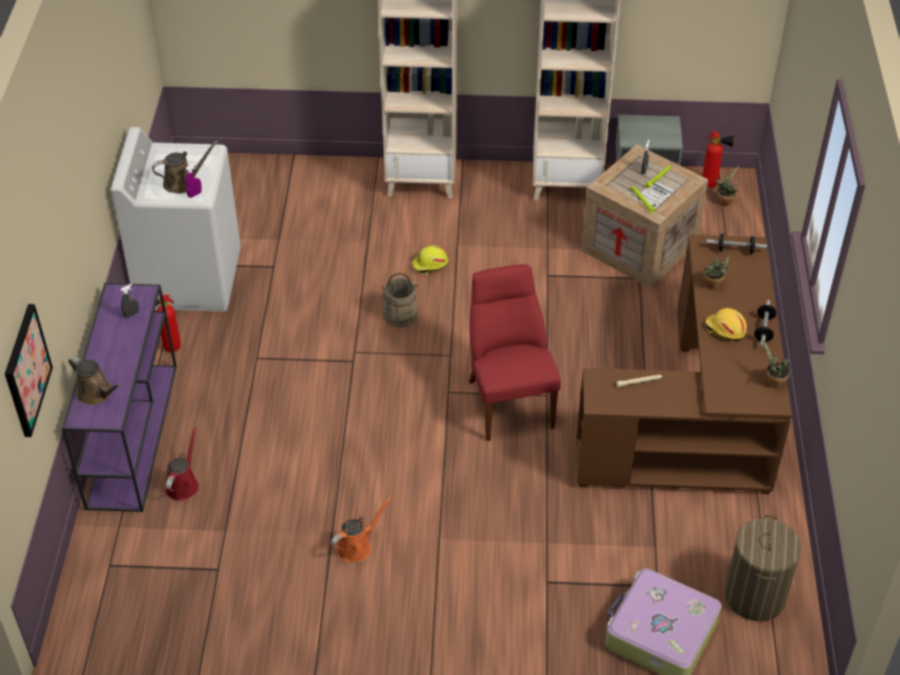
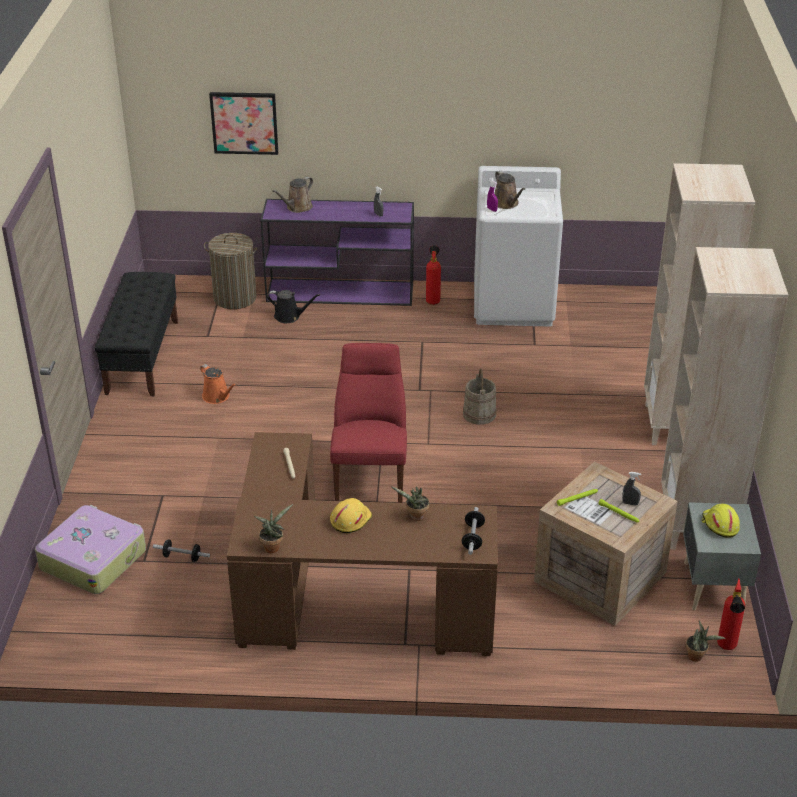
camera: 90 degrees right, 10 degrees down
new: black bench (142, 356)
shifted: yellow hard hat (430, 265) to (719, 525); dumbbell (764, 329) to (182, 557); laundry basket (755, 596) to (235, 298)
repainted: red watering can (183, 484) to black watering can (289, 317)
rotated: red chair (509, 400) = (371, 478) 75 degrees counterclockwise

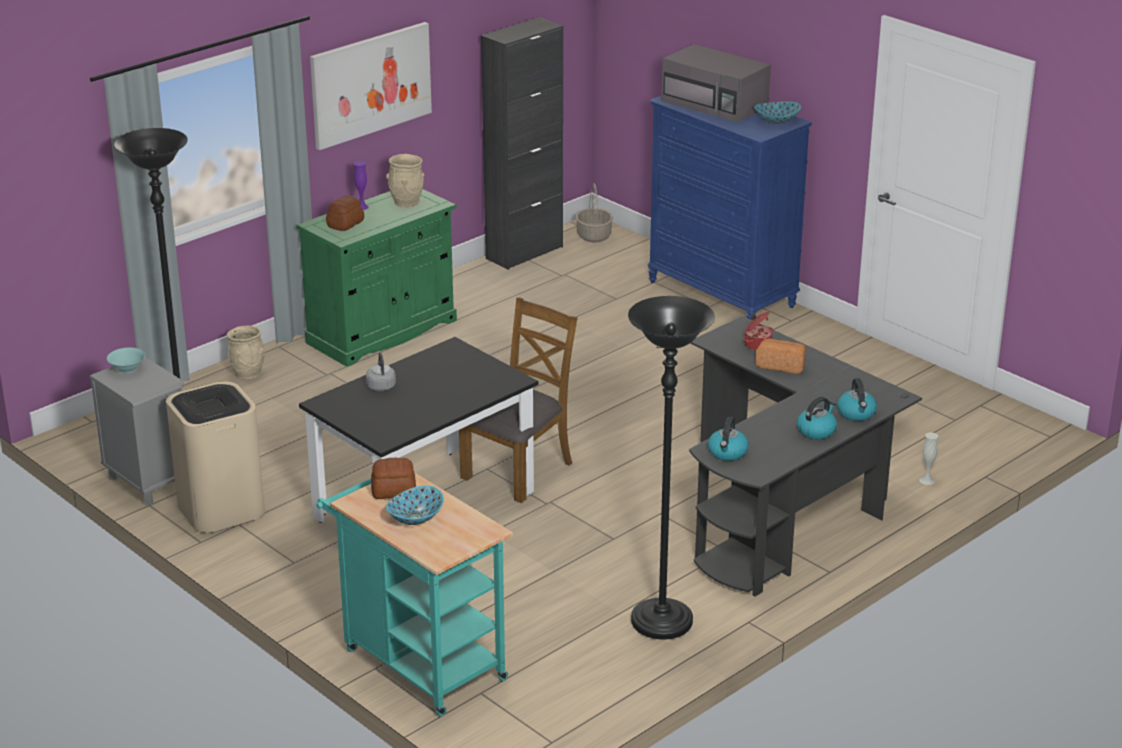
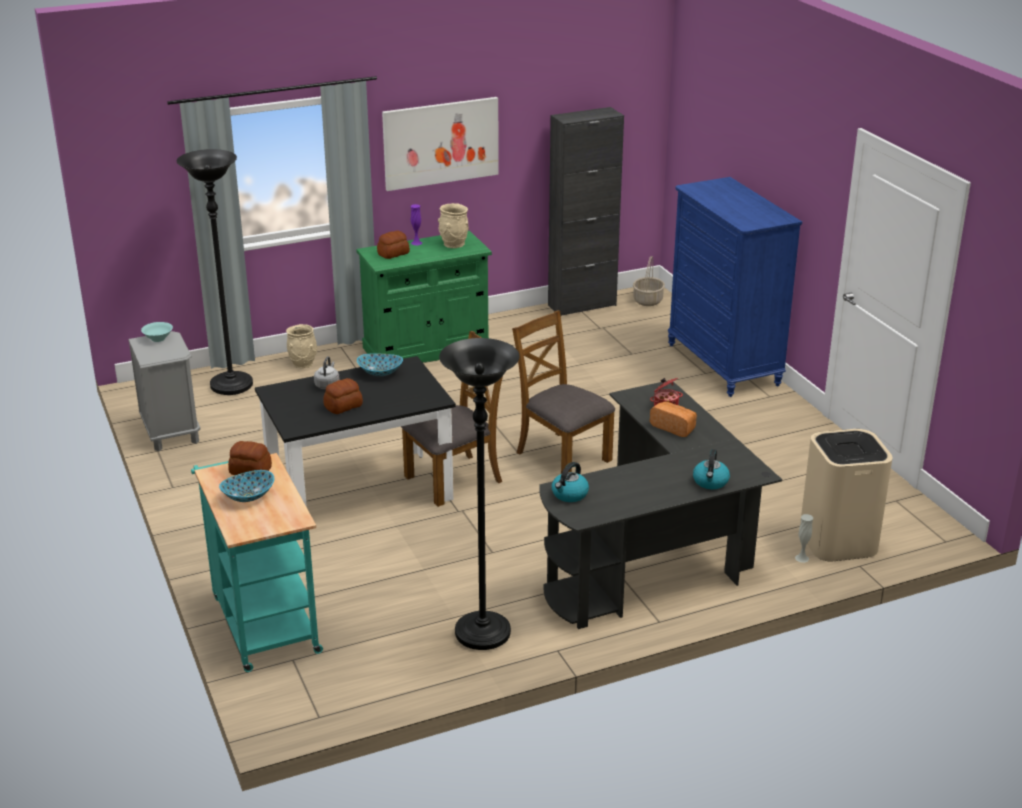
camera: 20 degrees right, 0 degrees up
gone: grey microwave (716, 104); kettle (816, 431)
new: brown chair (562, 456); bread (344, 406)
shifted: bowl (776, 121) to (380, 372); beige trash can (220, 509) to (837, 541)

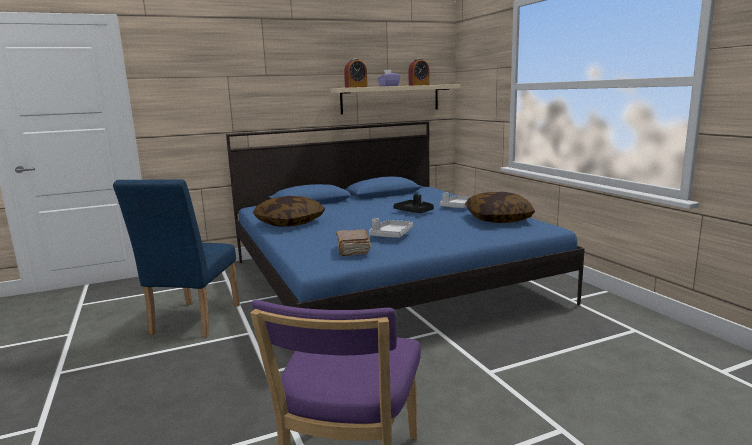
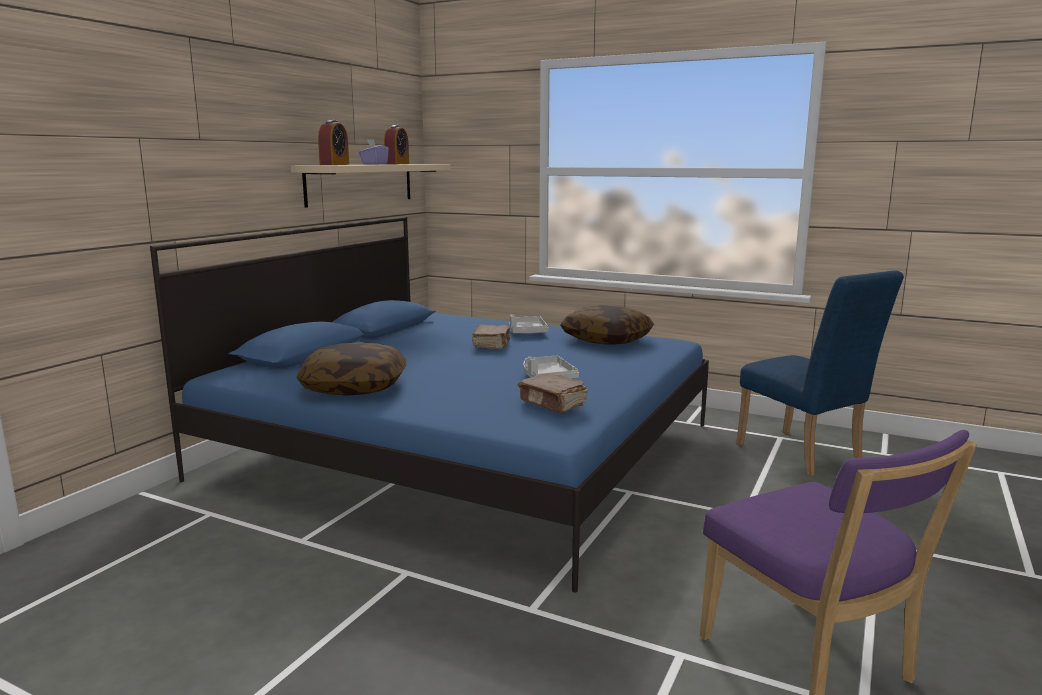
camera: 40 degrees left, 0 degrees up
shifted: blue chair (191, 322) to (804, 455)
swapped: black tray (414, 211) to brown book (492, 345)

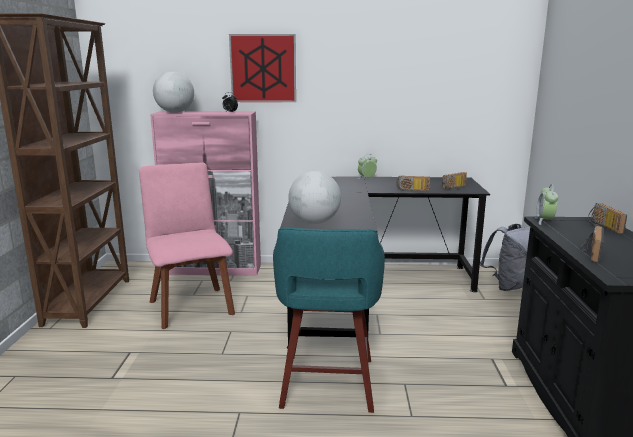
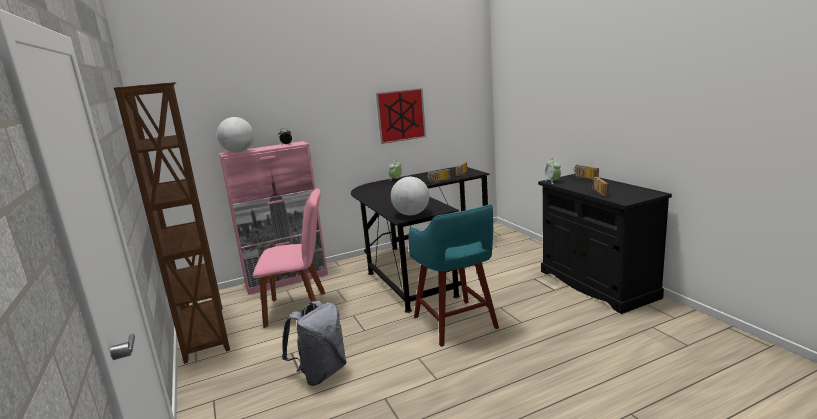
camera: 25 degrees left, 0 degrees up
shifted: picture (263, 68) to (401, 115); grey backpack (509, 286) to (321, 373)
rotated: pink chair (191, 305) = (300, 309) 135 degrees clockwise

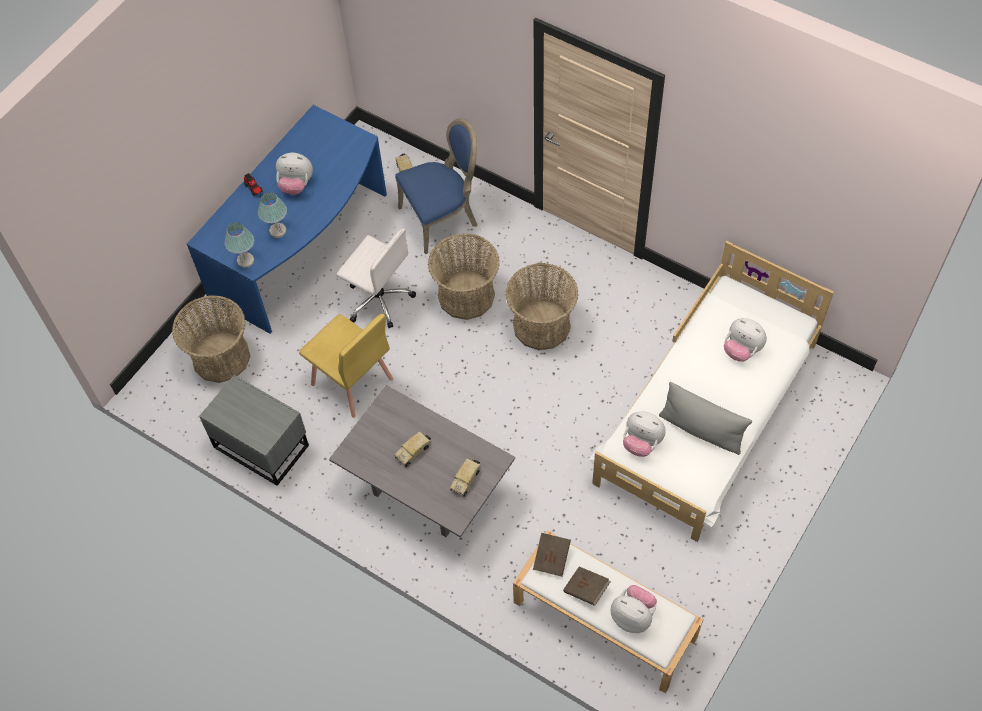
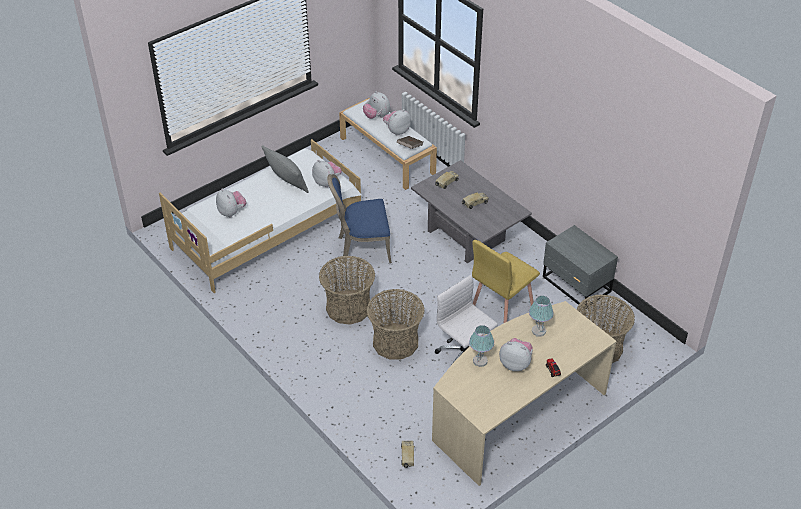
camera: 165 degrees left, 15 degrees down
shifted: blue chair (442, 218) to (362, 248); table lamp (245, 261) to (480, 361)
swapped: brown book (586, 590) to plush toy (397, 131)
repainted: blue desk (304, 248) to beige desk (516, 413)
rotated: yellow chair (352, 382) = (501, 306) 105 degrees counterclockwise

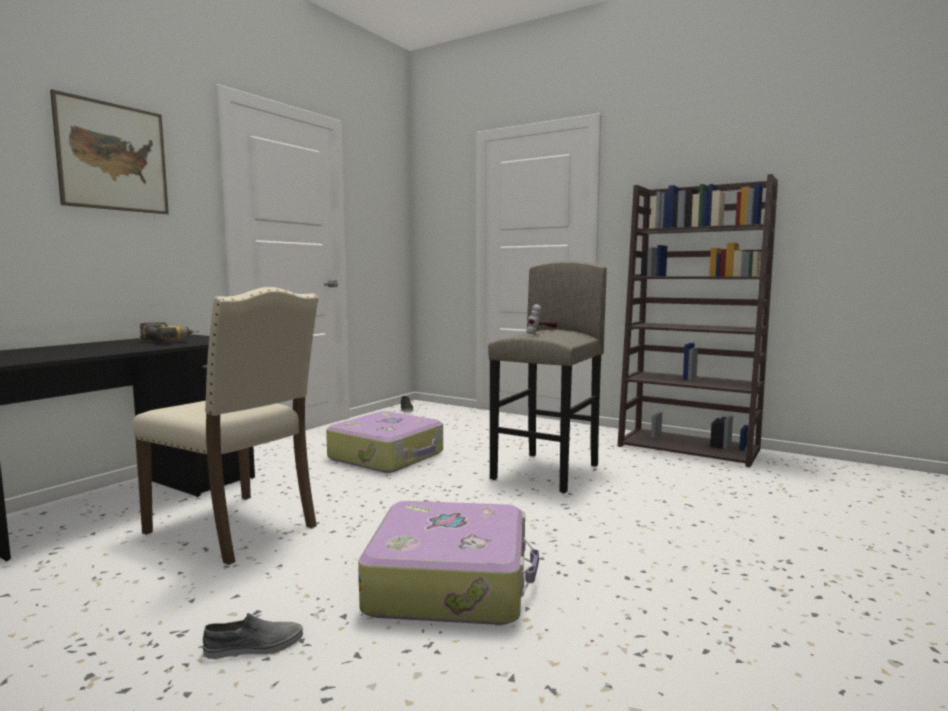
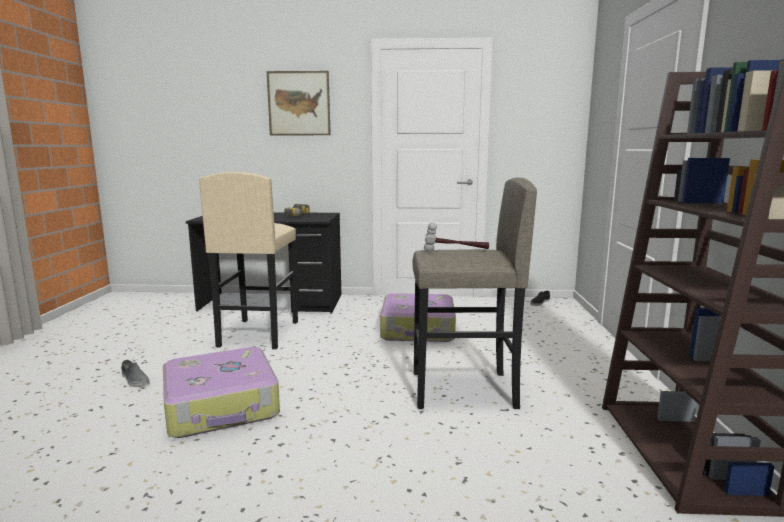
camera: 60 degrees right, 5 degrees up
swapped: beige chair (237, 529) to beige stool (258, 334)

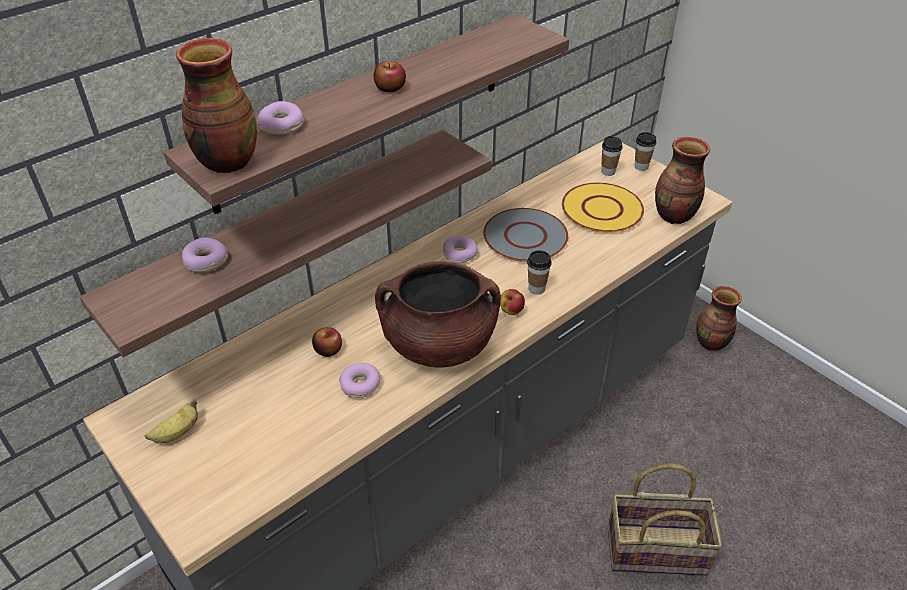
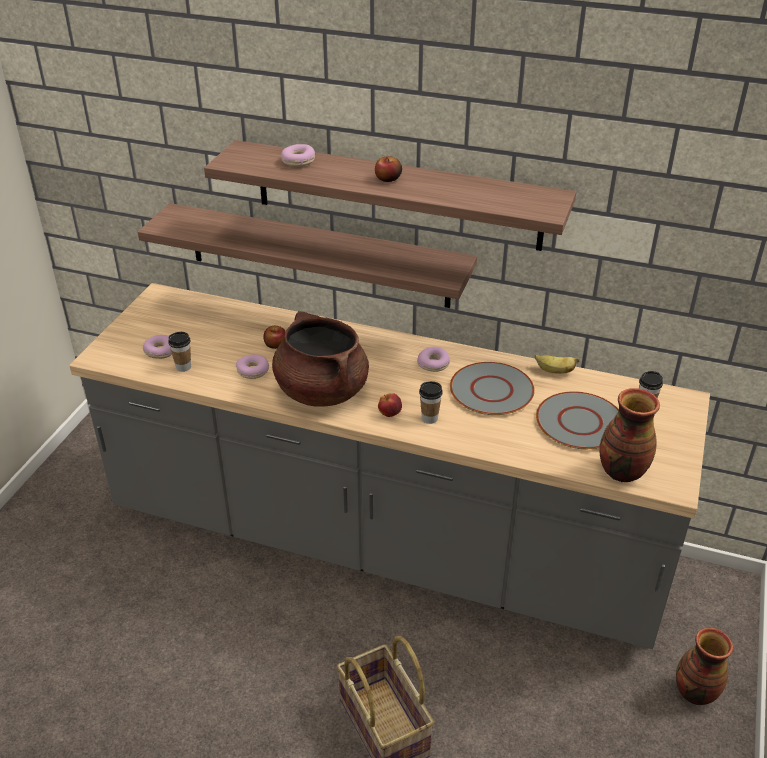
camera: 60 degrees right, 5 degrees down
gone: vase (226, 162)
shifted: cup (641, 166) to (183, 367); donut (205, 261) to (160, 351); banana (177, 433) to (554, 371)
repainted: yellow plate (602, 209) to grey plate (580, 422)

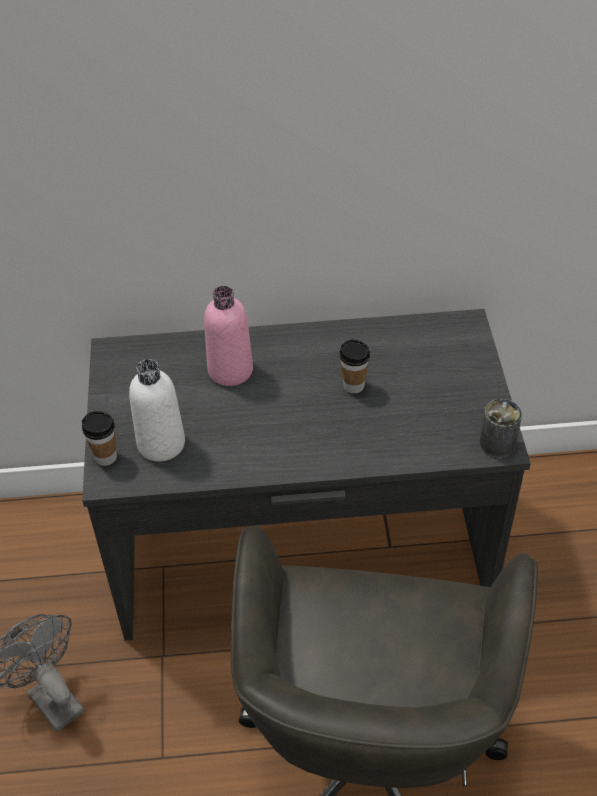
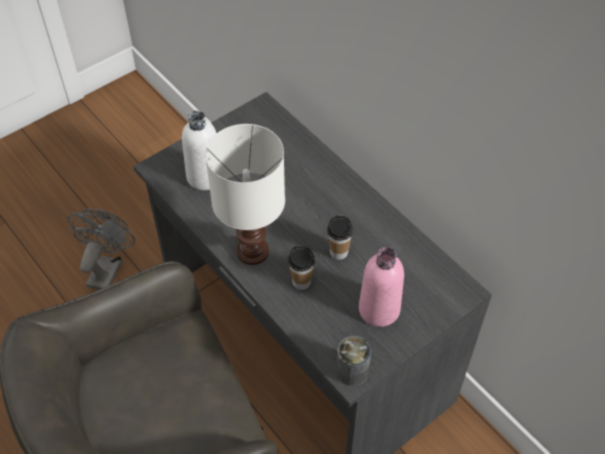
camera: 55 degrees right, 5 degrees up
new: white table lamp (253, 250)
shifted: pink bottle (230, 370) to (379, 309); cup (105, 457) to (301, 282)

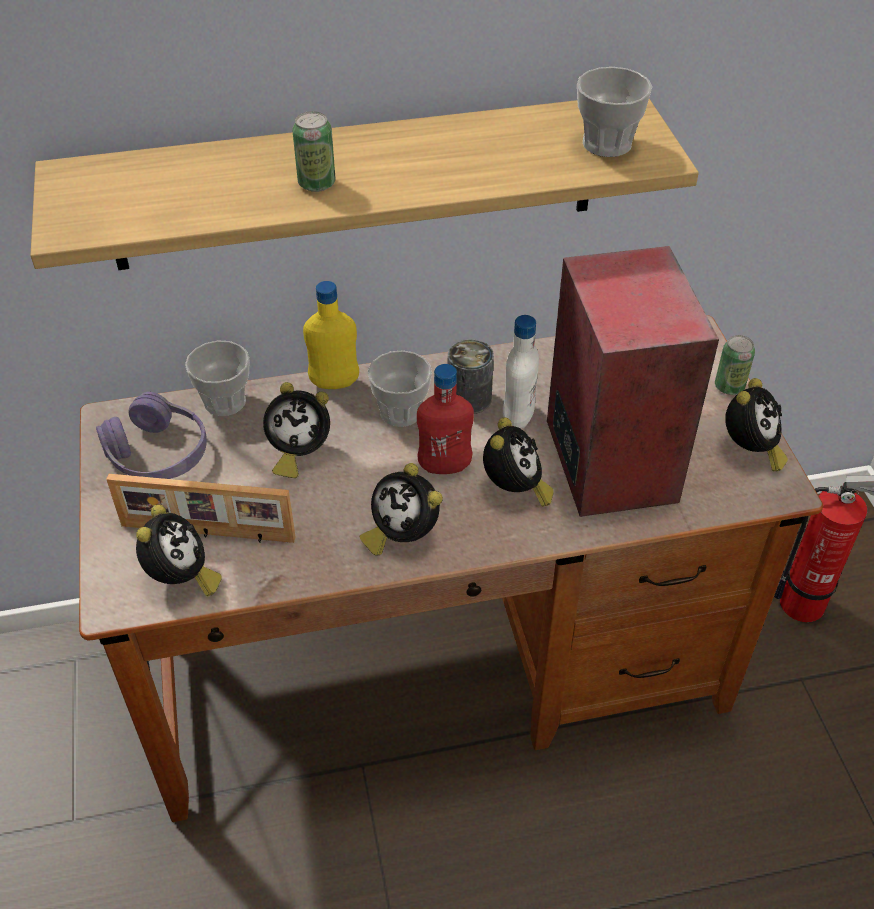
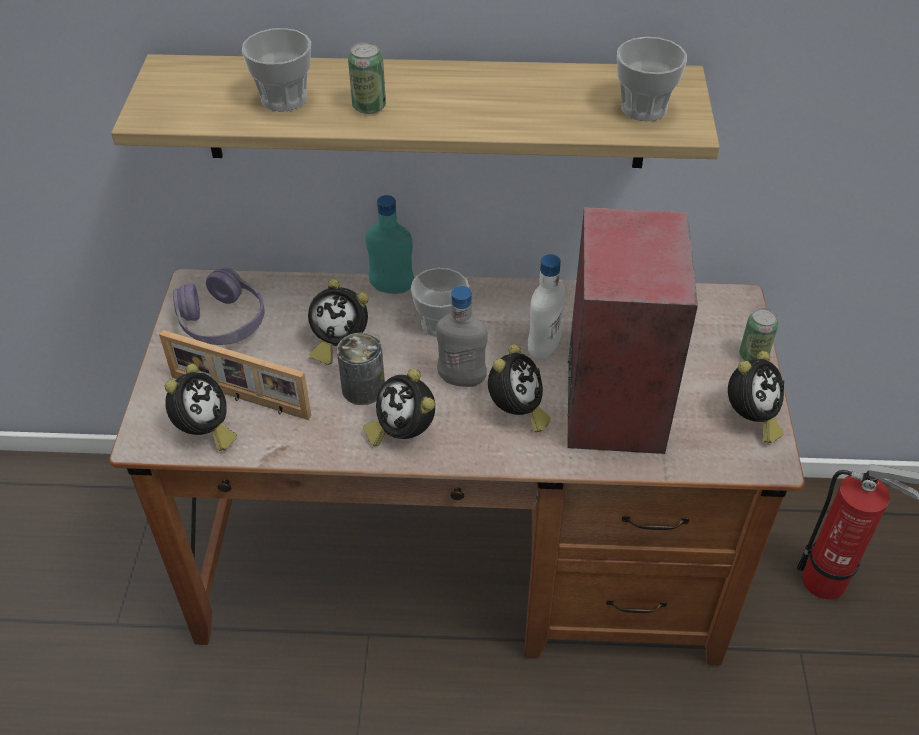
camera: 15 degrees right, 0 degrees up
shifted: can (469, 398) to (363, 388); cup (225, 401) to (284, 99)
repainted: yellow bottle (334, 383) to turquoise bottle (392, 288); red bottle (444, 466) to grey bottle (462, 379)

